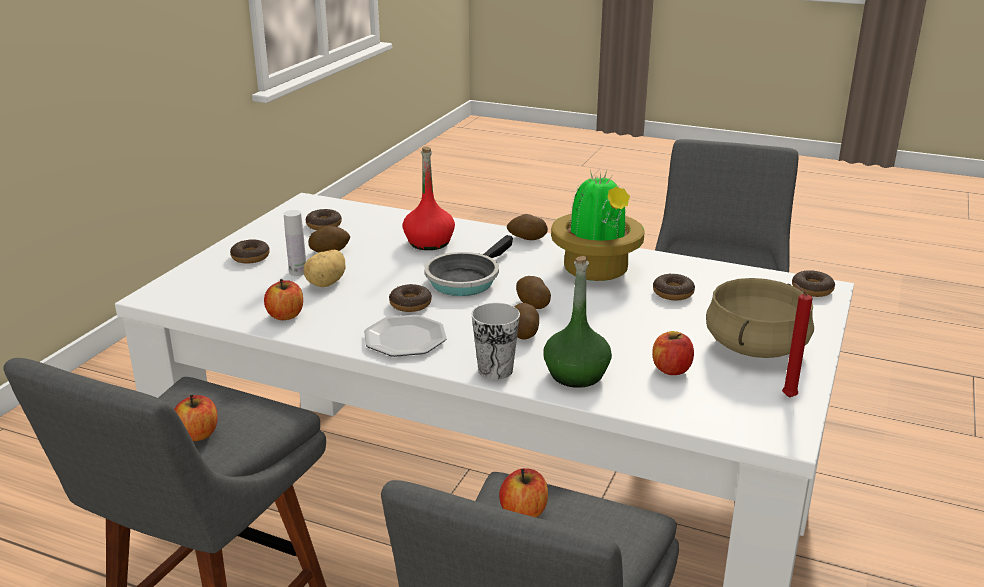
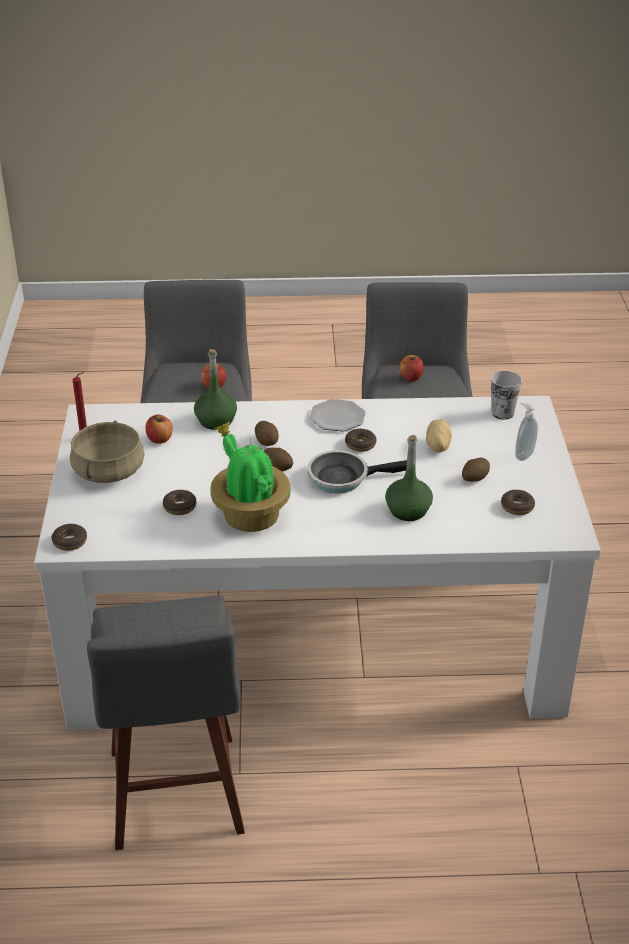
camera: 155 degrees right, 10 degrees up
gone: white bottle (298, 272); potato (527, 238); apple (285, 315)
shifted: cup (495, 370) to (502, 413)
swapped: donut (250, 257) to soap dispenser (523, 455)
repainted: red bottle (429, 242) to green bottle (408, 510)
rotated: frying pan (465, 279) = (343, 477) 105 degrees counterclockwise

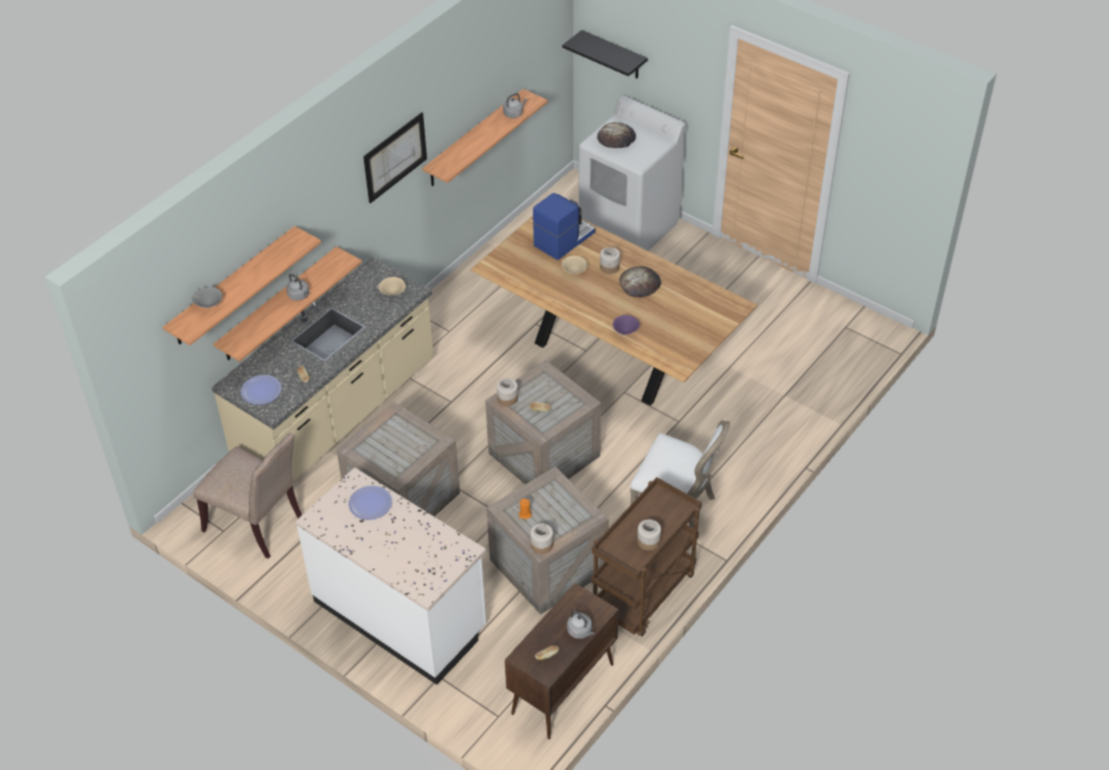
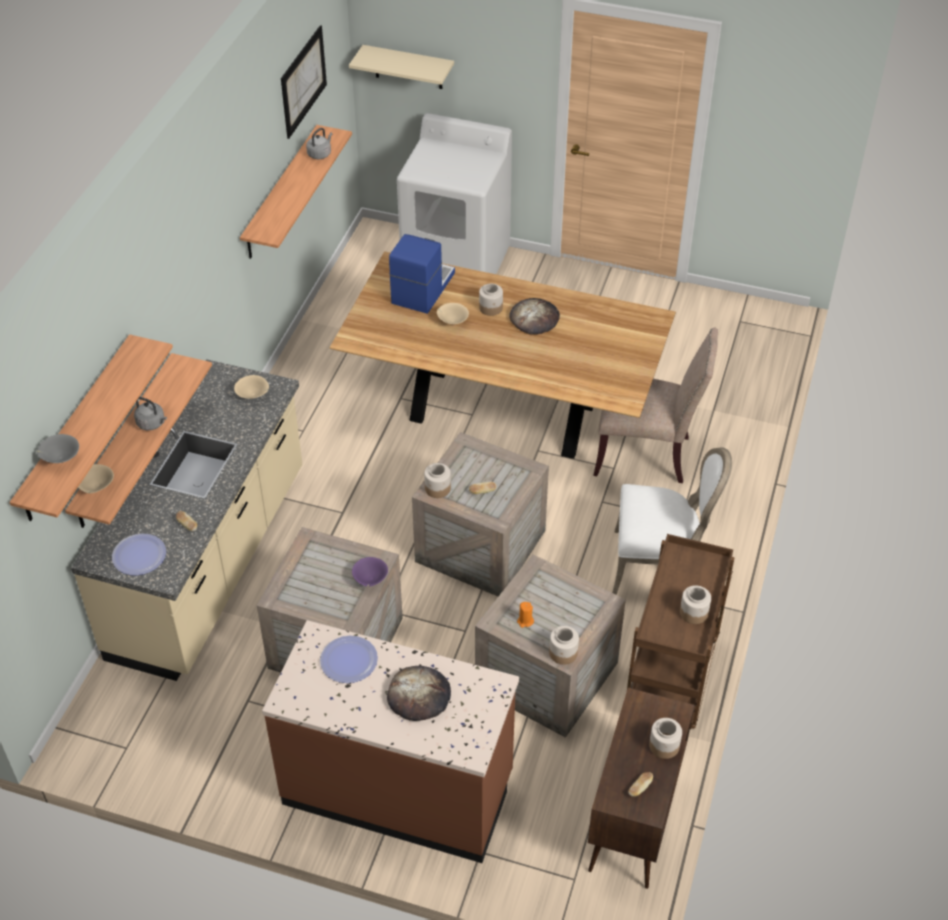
camera: 20 degrees left, 0 degrees up
new: beige bowl (96, 488)
shifted: picture (395, 157) to (303, 81); bread (616, 138) to (419, 696); purple bowl (625, 332) to (370, 580); beige chair (258, 524) to (647, 454)
swapped: grey kettle (580, 631) to jar (664, 745)
repainted: black shelf (614, 55) to beige shelf (408, 67); white counter (401, 615) to brown counter (398, 788)

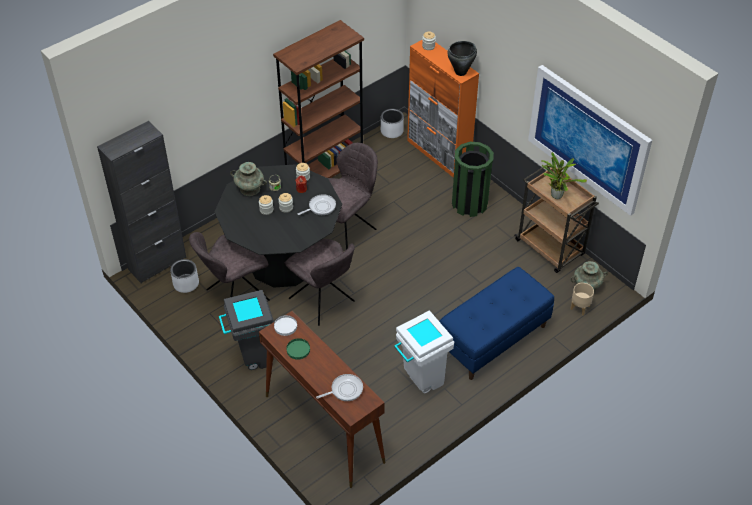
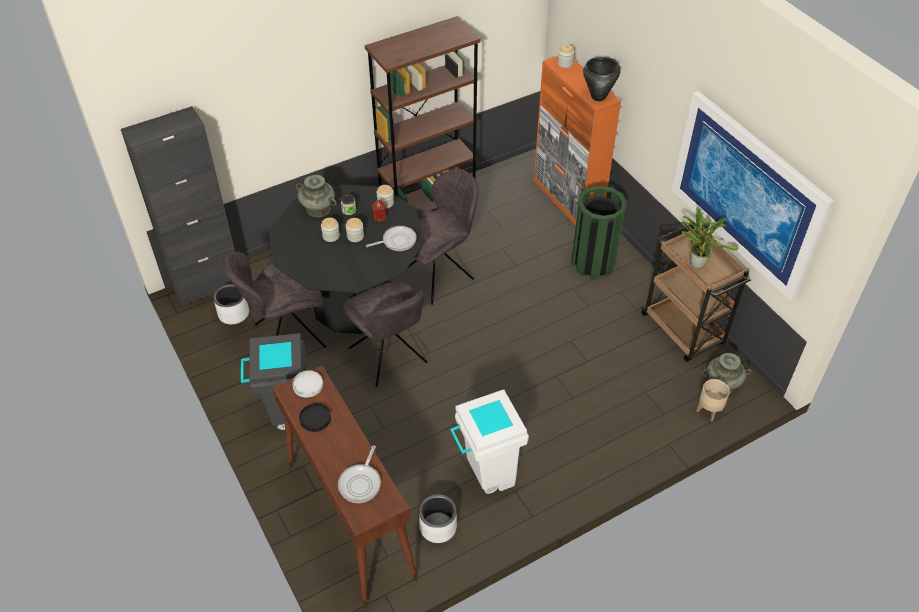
camera: 10 degrees right, 0 degrees up
gone: blue bench (493, 339)
shifted: white planter (391, 131) to (437, 527)
repainted: green plate (298, 350) to black plate (315, 419)
rotated: frying pan (345, 390) = (361, 483) 120 degrees clockwise

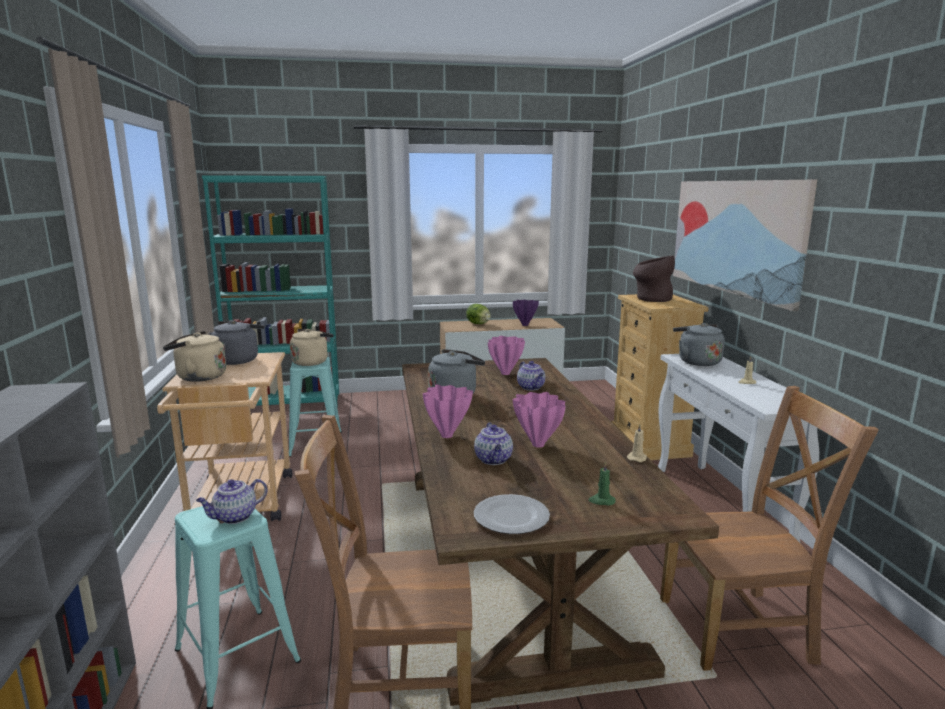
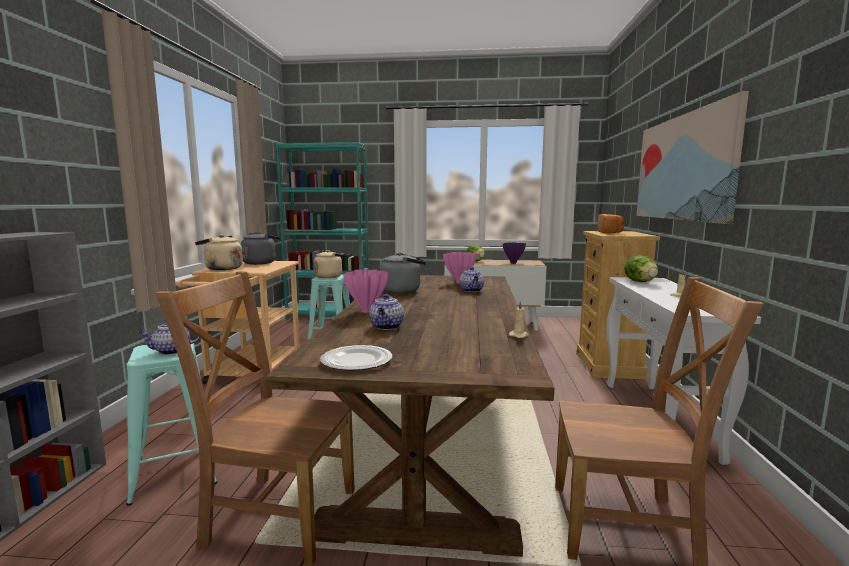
camera: 15 degrees right, 5 degrees down
gone: pink vase (537, 444); green candle (601, 501)
swapped: brown vase (651, 299) to bread (610, 232); grey kettle (697, 361) to lettuce (640, 282)

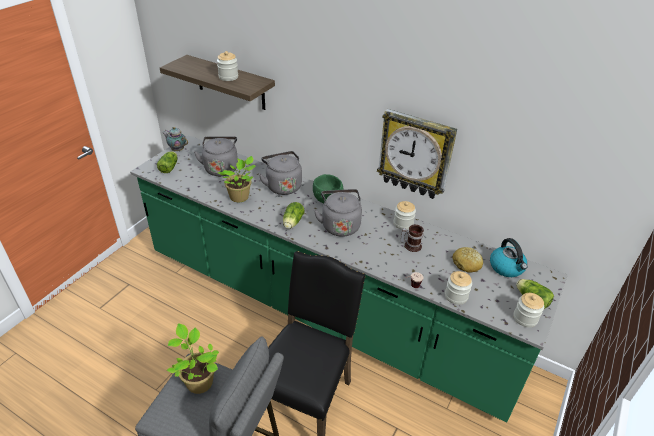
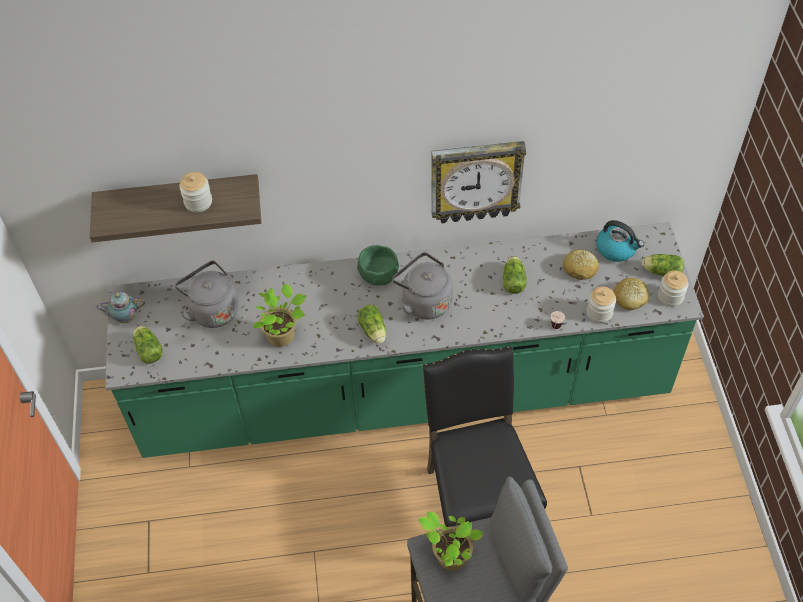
camera: 35 degrees left, 15 degrees up
gone: grey kettle (282, 186); jar (403, 223)
new: bread (630, 298)
swapped: mug (411, 245) to lettuce (513, 280)

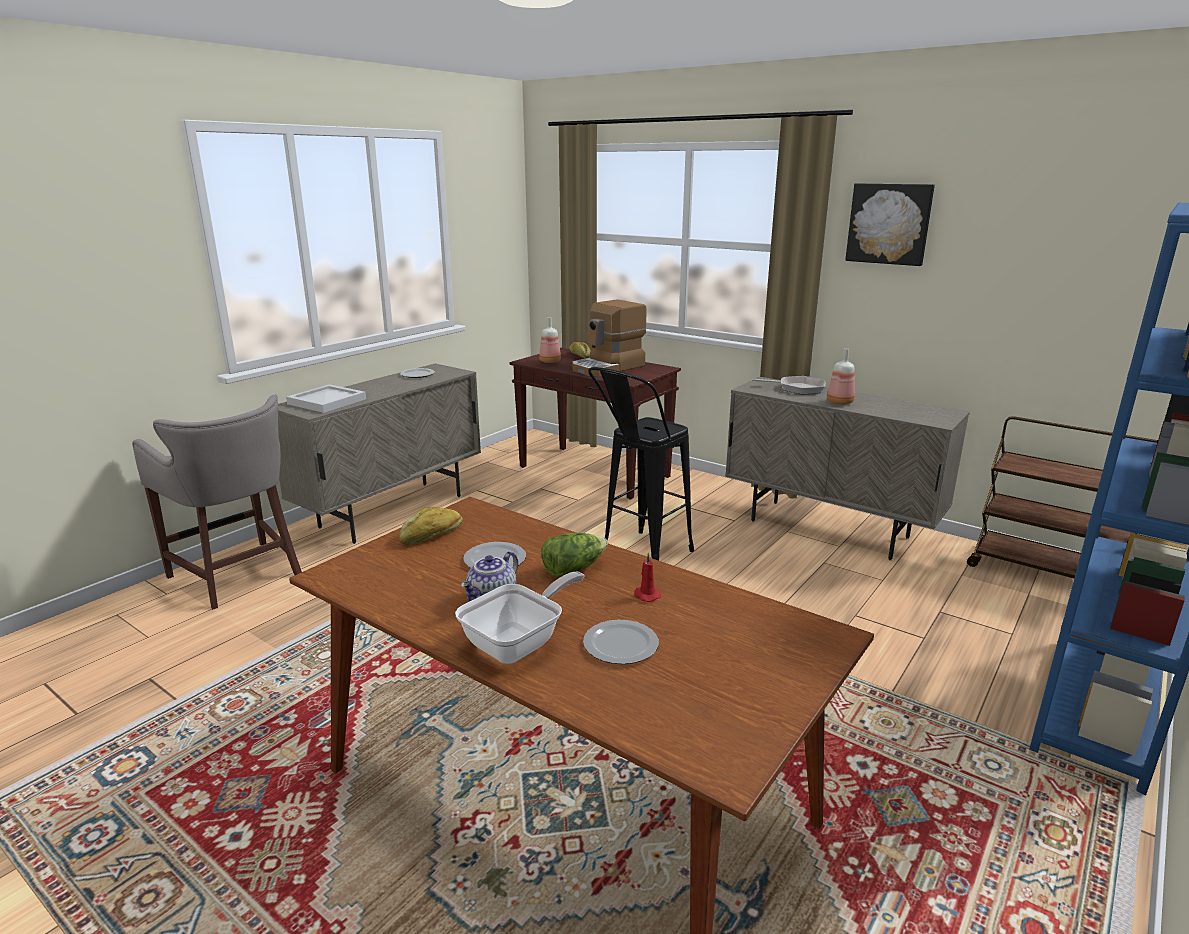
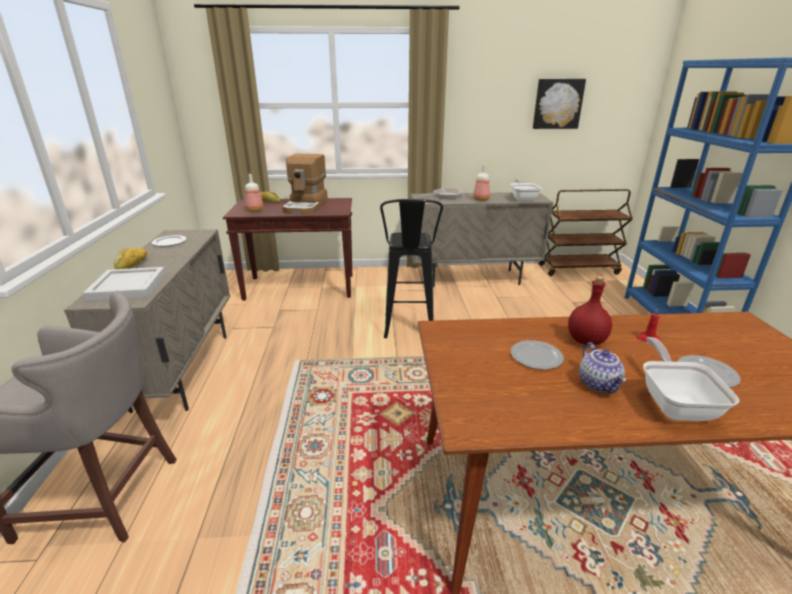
camera: 40 degrees left, 5 degrees up
new: frying pan (523, 198)
shifted: picture (889, 224) to (557, 104); bread (432, 535) to (133, 265)
swapped: lettuce (573, 569) to red bottle (585, 341)

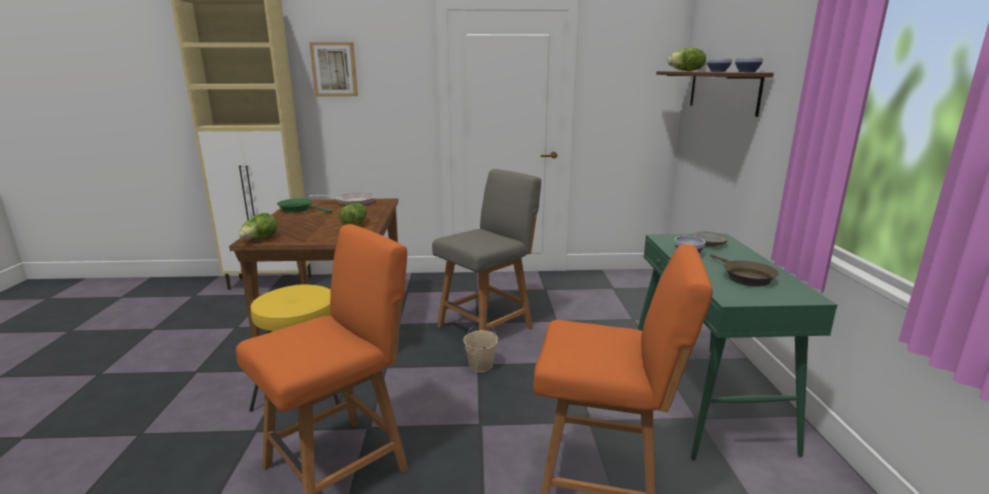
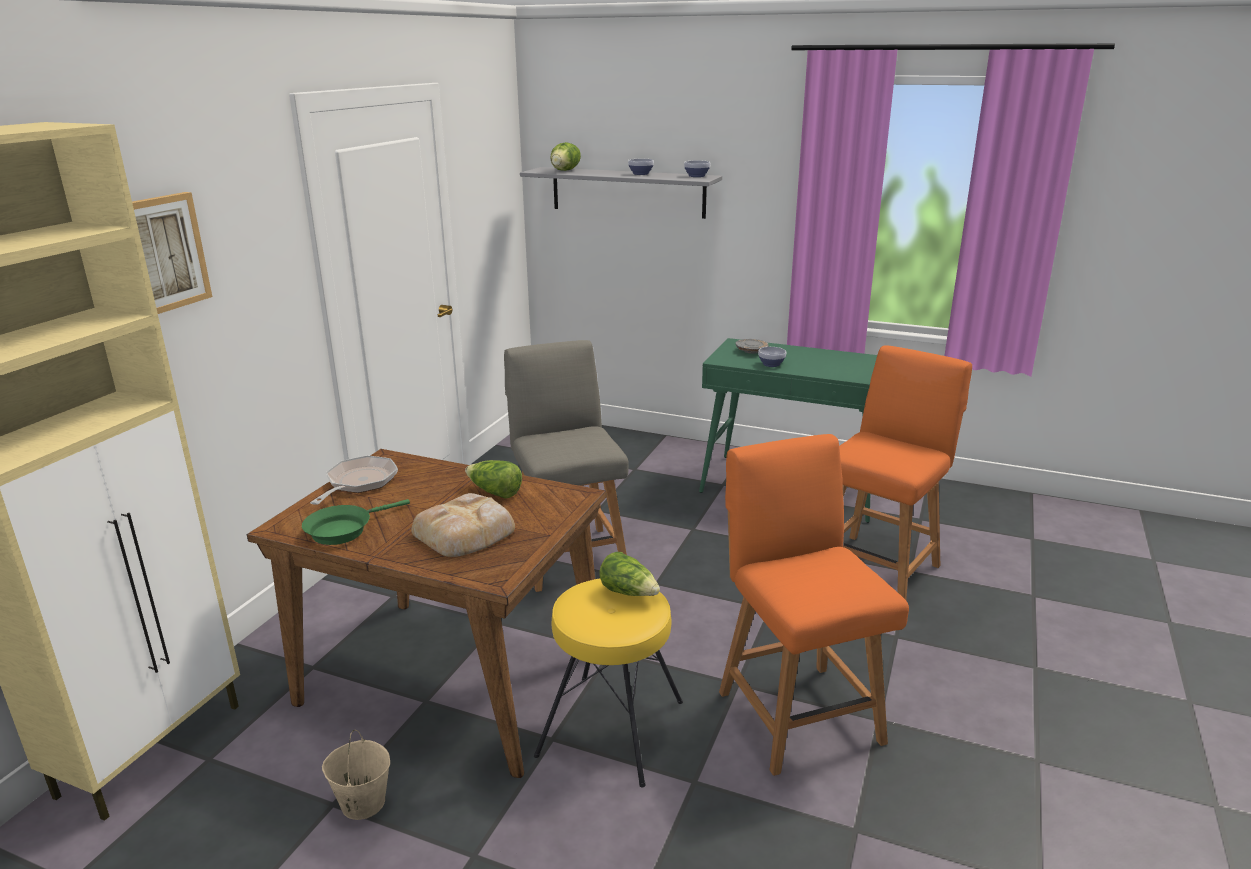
camera: 65 degrees left, 5 degrees up
gone: brown frying pan (745, 277)
new: bread (466, 532)
shifted: lettuce (259, 239) to (629, 592); beige bucket (480, 365) to (362, 803)
repainted: brown shelf (722, 91) to grey shelf (627, 192)

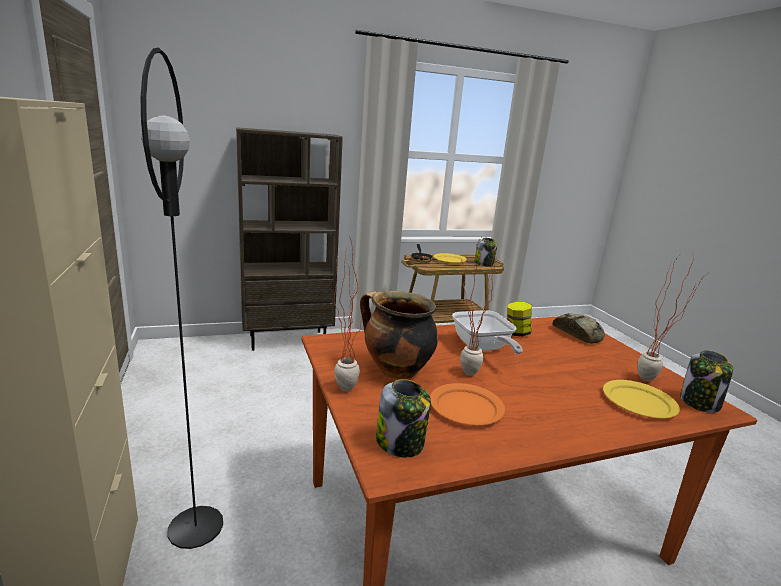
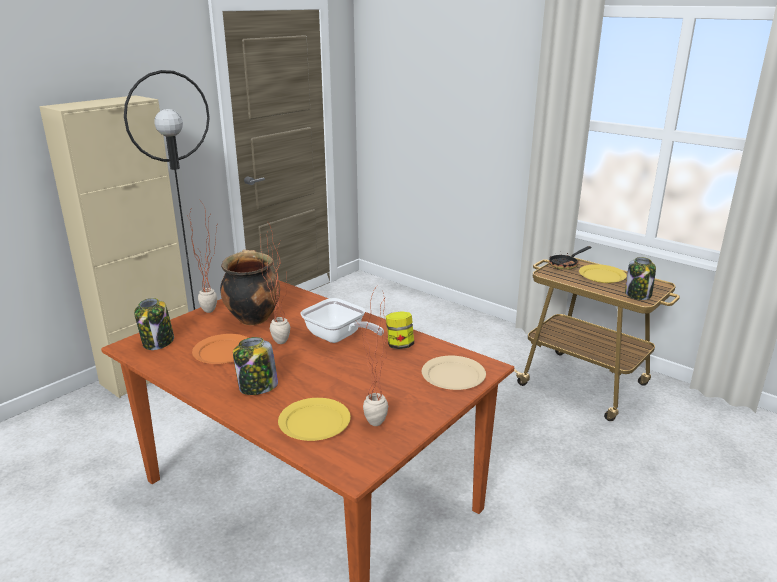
camera: 60 degrees right, 5 degrees up
gone: brown bookcase (288, 340)
shifted: jar (700, 403) to (257, 387)
swapped: bread (578, 333) to beige plate (453, 375)
rotated: frying pan (482, 348) = (338, 337) 90 degrees counterclockwise

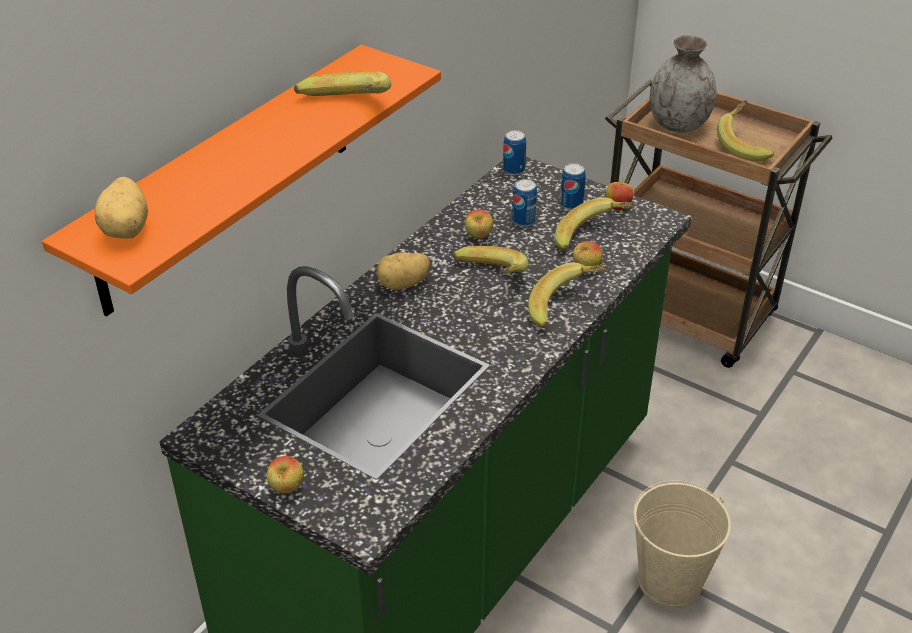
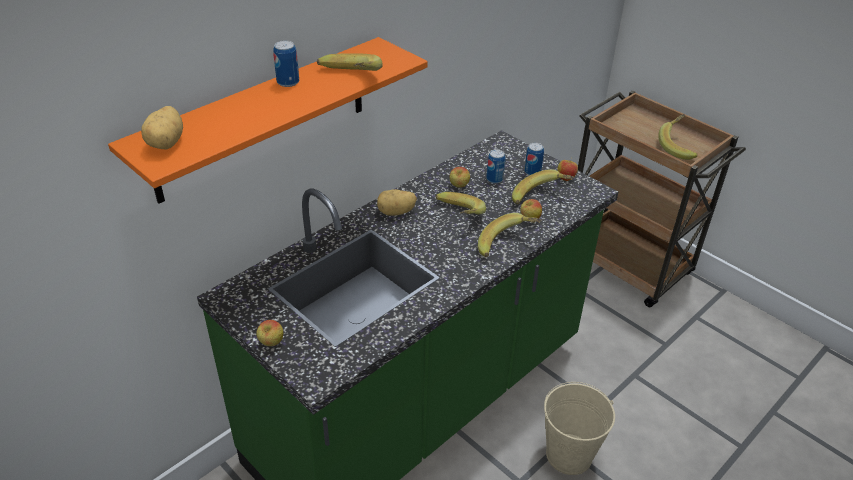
camera: 10 degrees right, 0 degrees up
gone: grey vase (677, 124)
shifted: can (513, 170) to (288, 82)

